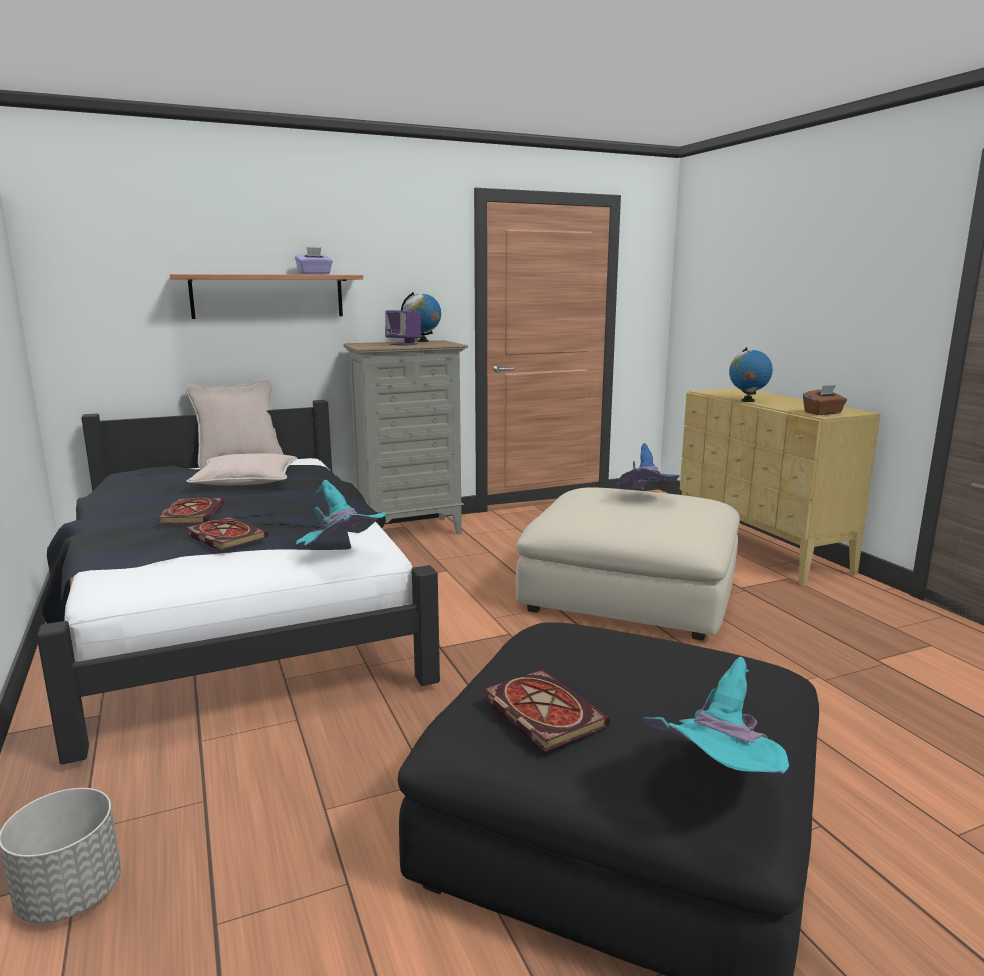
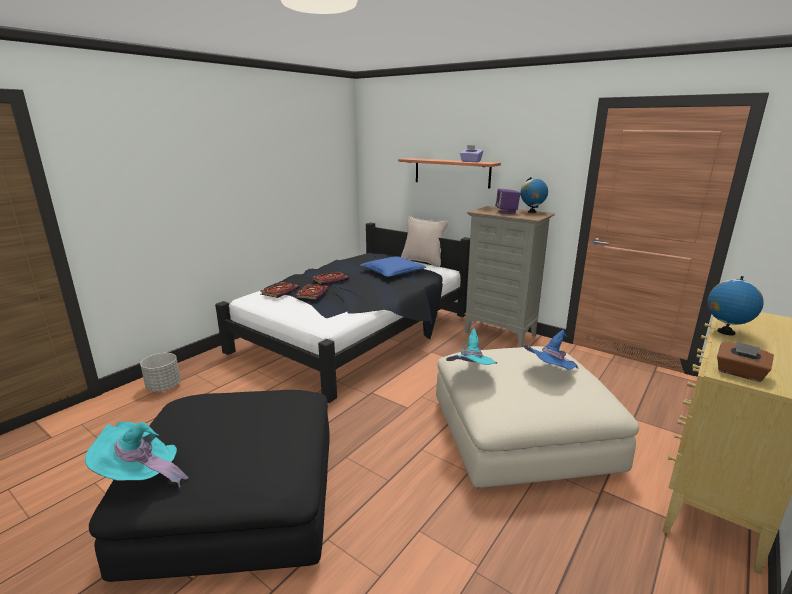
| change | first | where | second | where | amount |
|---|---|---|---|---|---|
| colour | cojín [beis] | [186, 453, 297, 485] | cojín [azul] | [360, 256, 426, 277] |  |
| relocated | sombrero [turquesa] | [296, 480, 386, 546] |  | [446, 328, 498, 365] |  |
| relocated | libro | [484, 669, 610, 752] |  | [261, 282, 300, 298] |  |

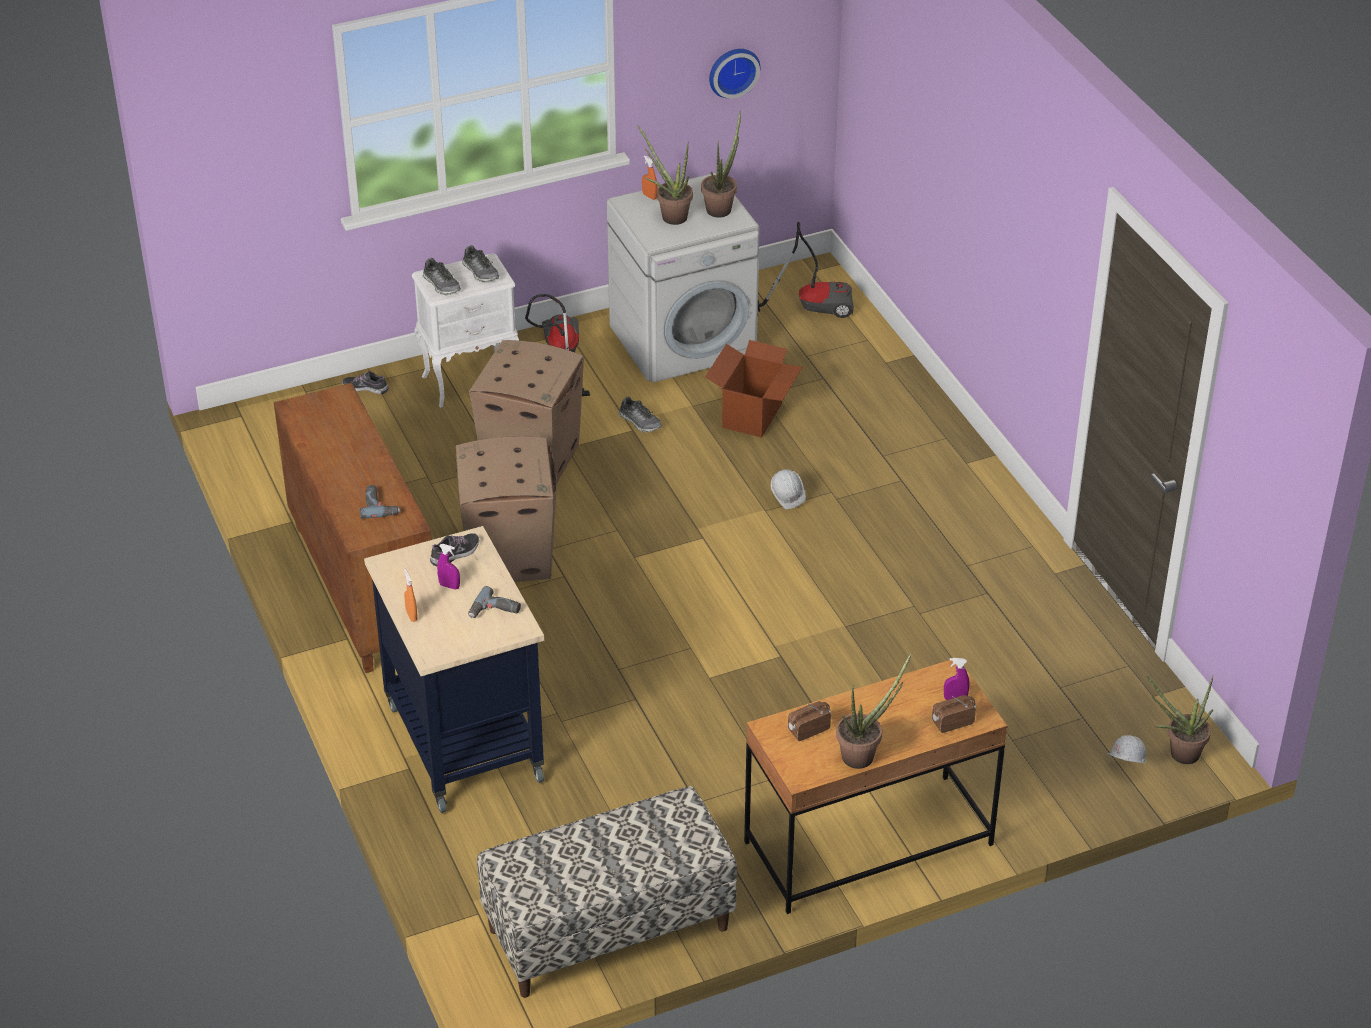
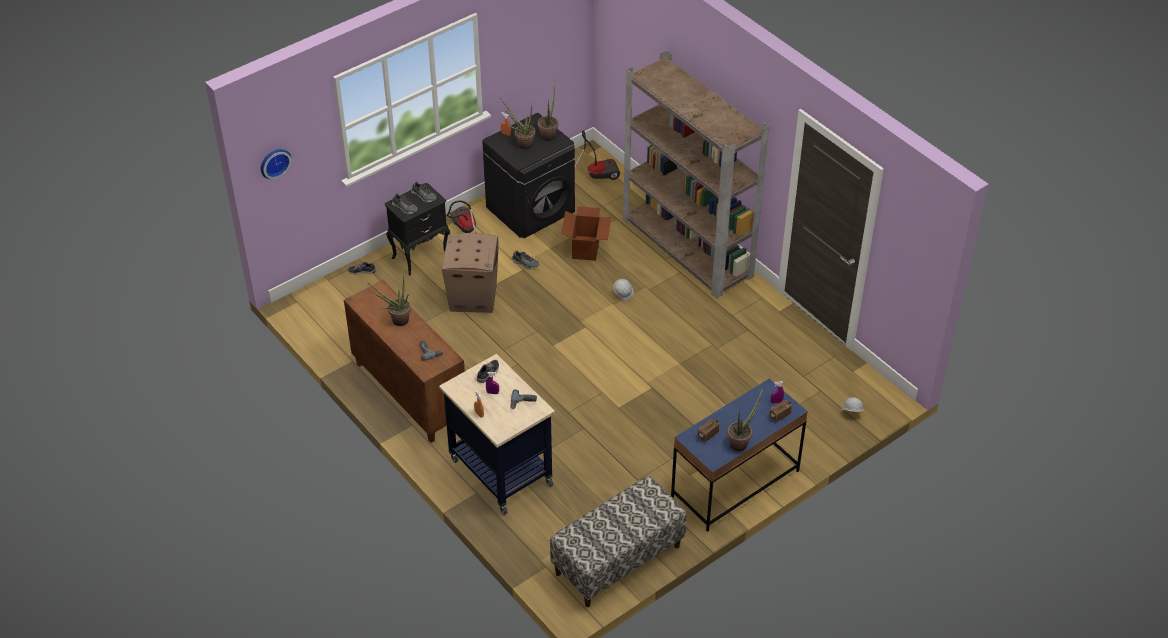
| change | first | where | second | where | amount |
|---|---|---|---|---|---|
| colour | mesita de noche [blanco] | [412, 254, 519, 408] | mesita de noche [negro] | [385, 183, 450, 276] |  |
| missing | caja de cartón | [456, 436, 557, 582] |  |  |  |
| colour | lavadora [blanco] | [607, 173, 760, 383] | lavadora [negro] | [482, 113, 575, 238] |  |
| relocated | reloj de pared | [709, 49, 760, 98] |  | [261, 149, 292, 179] |  |
| colour | escritorio [marrón] | [744, 660, 1007, 914] | escritorio [azul] | [671, 379, 808, 532] |  |
| relocated | planta en maceta | [1147, 675, 1213, 764] |  | [368, 276, 411, 326] |  |
| appeared |  |  | estantería [marrón] | [623, 50, 769, 298] |  |

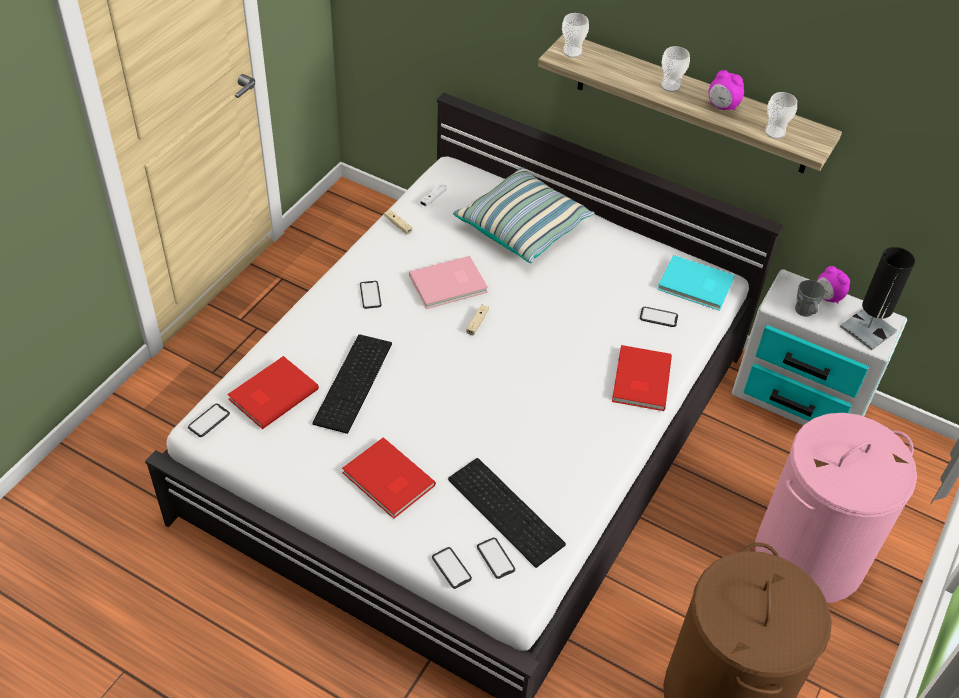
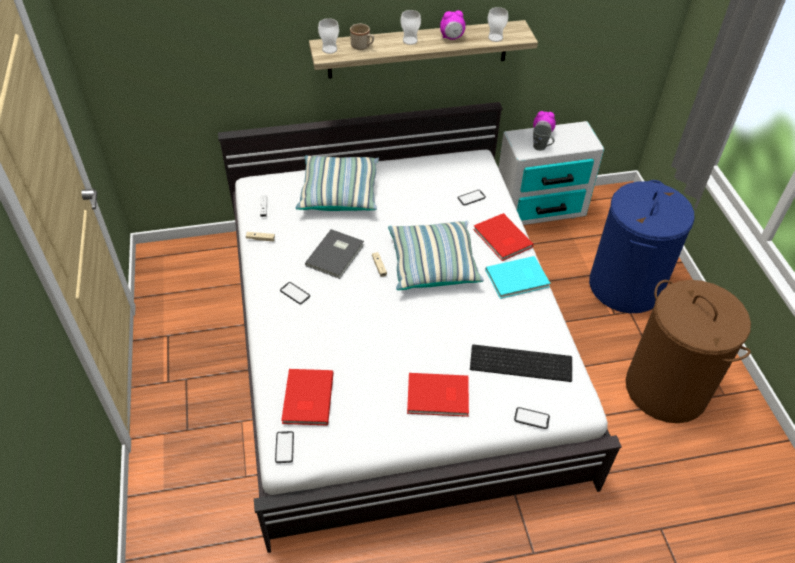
| change | first | where | second | where | amount |
|---|---|---|---|---|---|
| missing | teclado | [312, 334, 392, 434] |  |  |  |
| colour | libro [rosa] | [409, 256, 488, 309] | libro [gris] | [305, 229, 364, 279] |  |
| missing | móvil | [477, 537, 515, 579] |  |  |  |
| relocated | libro [turquesa] | [657, 255, 735, 311] |  | [486, 256, 551, 299] |  |
| colour | cesto de la ropa [rosa] | [755, 413, 917, 603] | cesto de la ropa [azul] | [589, 180, 695, 313] |  |
| missing | lámpara de mesa [negro] | [840, 247, 915, 350] |  |  |  |
| appeared |  |  | taza grande [beis] | [350, 24, 374, 50] |  |
| appeared |  |  | cojín | [388, 221, 484, 290] |  |

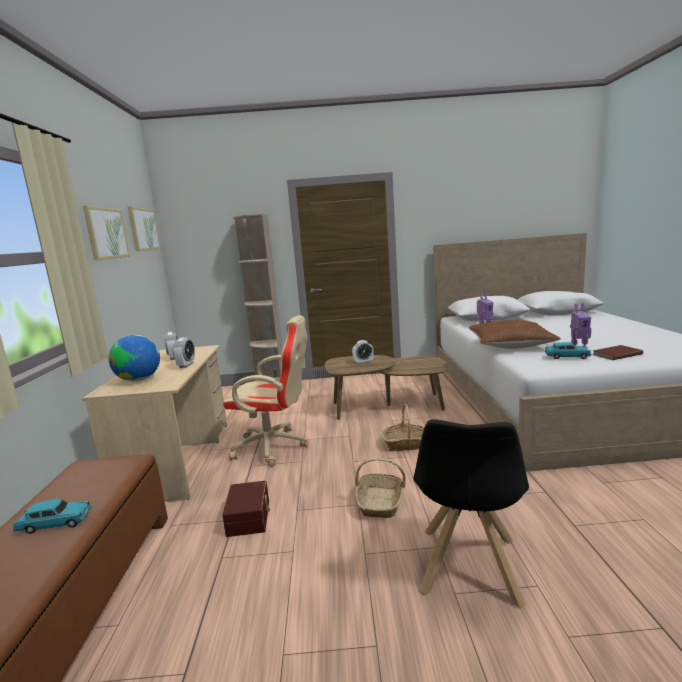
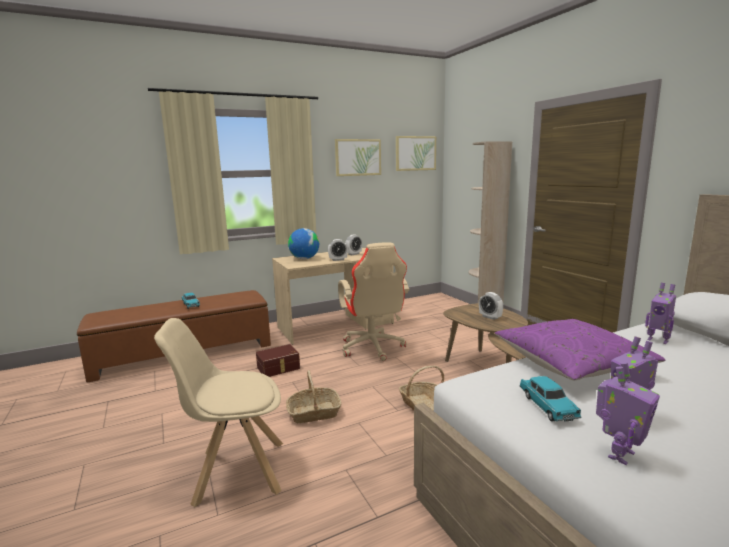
| change | first | where | second | where | amount |
|---|---|---|---|---|---|
| colour | silla [negro] | [413, 419, 529, 608] | silla [beis] | [154, 318, 283, 507] |  |
| colour | cojín [marrón] | [469, 320, 561, 349] | cojín [morado] | [495, 319, 665, 380] |  |
| exchanged | libro [marrón] | [592, 345, 643, 360] | robot de juguete | [596, 362, 660, 465] |  |

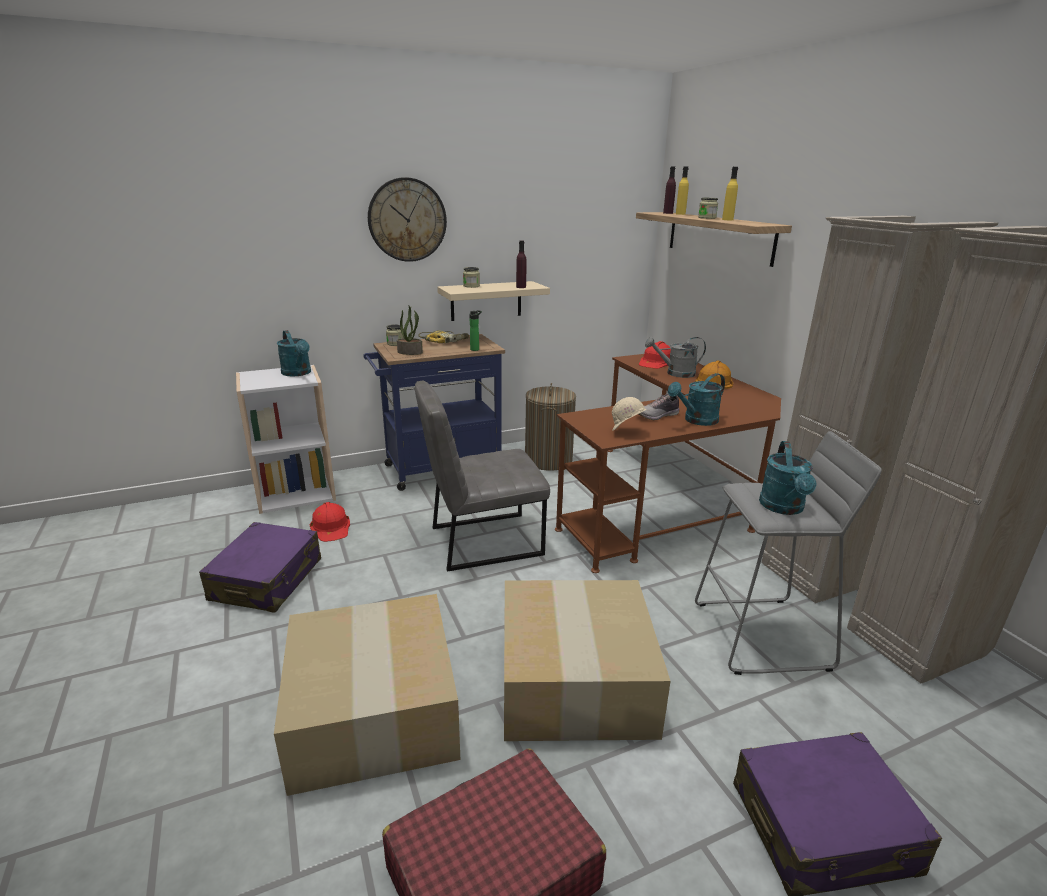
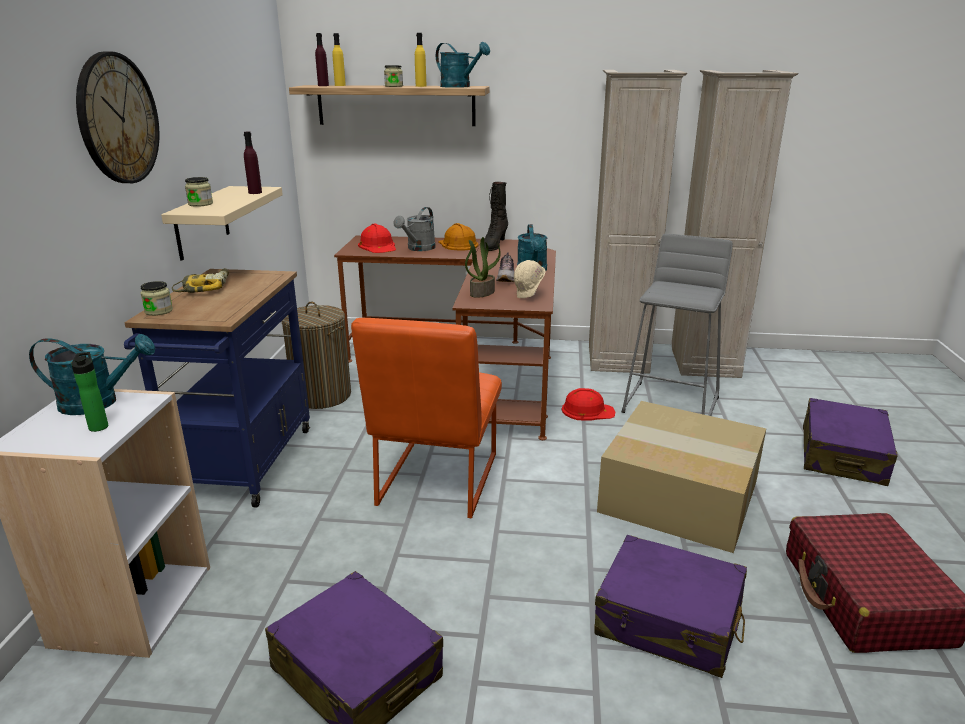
| change | first | where | second | where | amount |
|---|---|---|---|---|---|
| exchanged | caja de cartón | [274, 594, 460, 796] | maleta [morado] | [594, 535, 747, 678] |  |
| relocated | casco [rojo] | [310, 502, 350, 542] |  | [562, 388, 615, 421] |  |
| relocated | planta en maceta | [397, 305, 423, 355] |  | [465, 237, 501, 298] |  |
| colour | silla [gris] | [415, 380, 550, 572] | silla [naranja] | [351, 318, 502, 518] |  |
| relocated | botella | [469, 310, 482, 351] |  | [71, 352, 108, 432] |  |
| relocated | regadera [turquesa] | [759, 441, 817, 515] |  | [436, 42, 490, 88] |  |
| appeared |  |  | bota [negro] | [484, 182, 508, 251] |  |

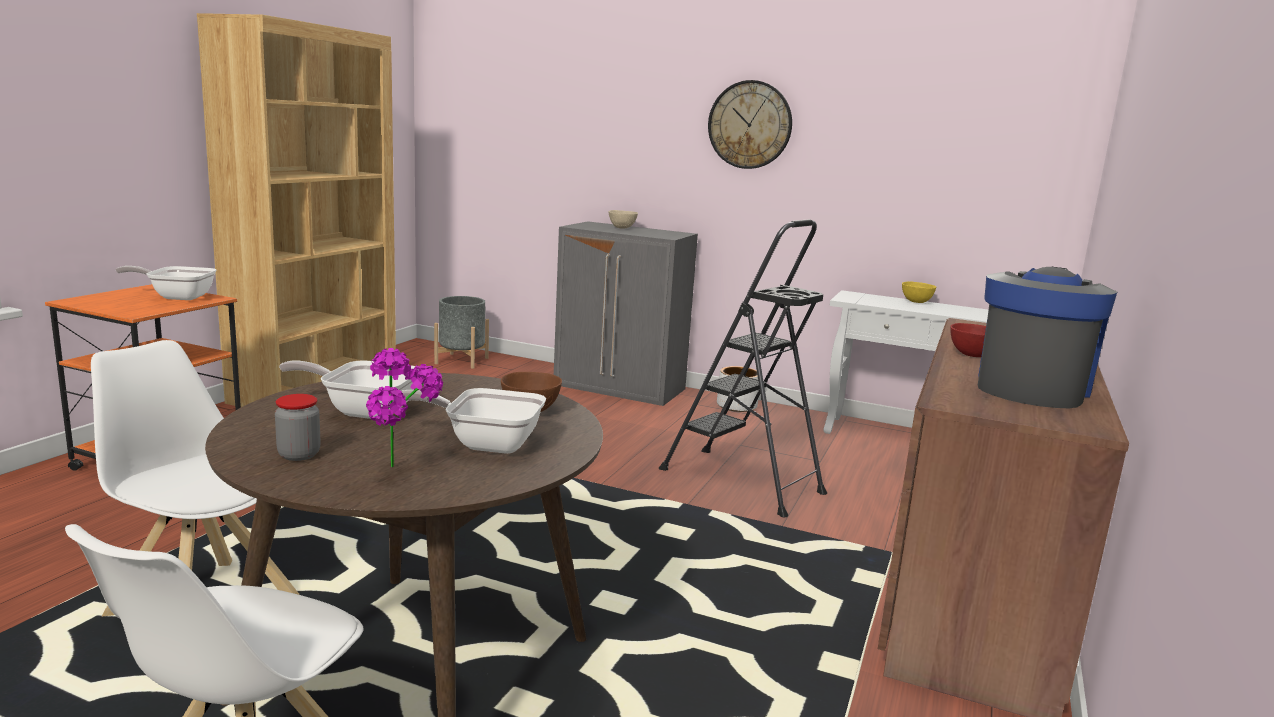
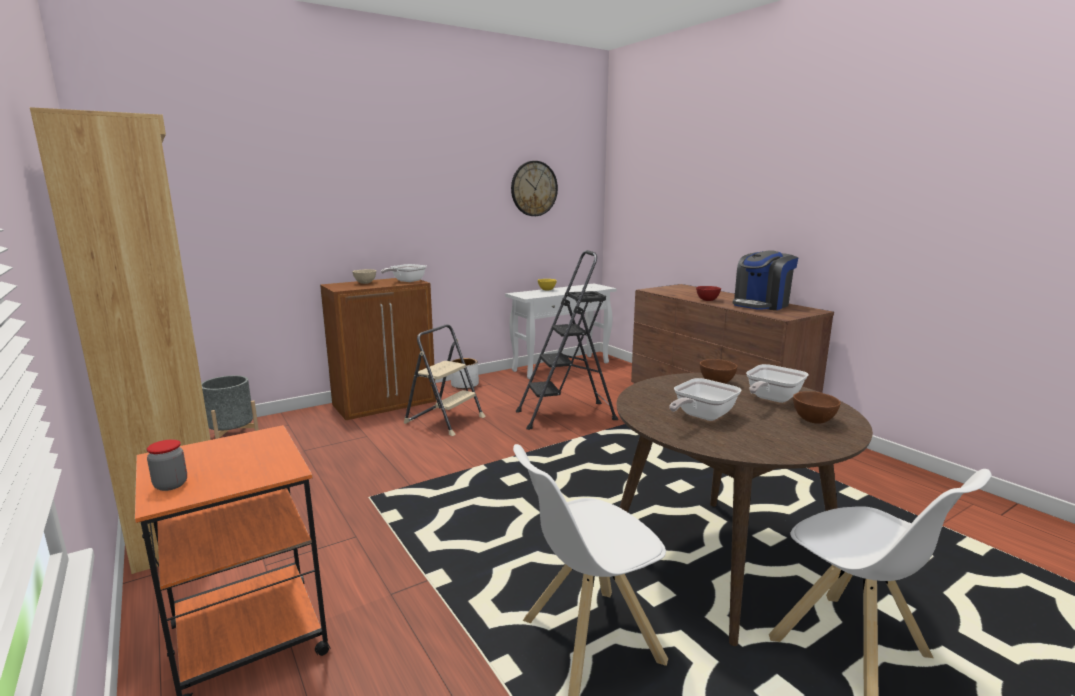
| change | first | where | second | where | amount |
|---|---|---|---|---|---|
| relocated | sartén | [116, 266, 216, 300] |  | [381, 264, 427, 282] |  |
| relocated | tarro | [275, 394, 321, 461] |  | [146, 439, 187, 491] |  |
| exchanged | planta en maceta | [366, 348, 443, 467] | cuenco [marrón] | [793, 391, 841, 424] |  |
| colour | armario [gris] | [554, 221, 698, 406] | armario [marrón] | [320, 278, 436, 420] |  |
| relocated | reloj de pared | [708, 80, 792, 169] |  | [511, 161, 558, 216] |  |
| spun | cafetera | [978, 266, 1117, 408] |  | [732, 250, 798, 310] | 105 degrees counterclockwise |
| appeared |  |  | escalera de tijera [beis] | [404, 325, 486, 436] |  |

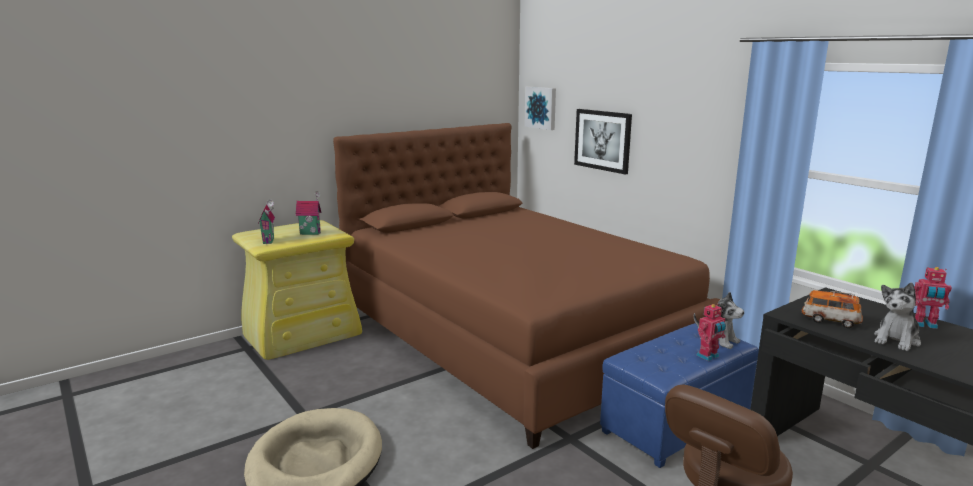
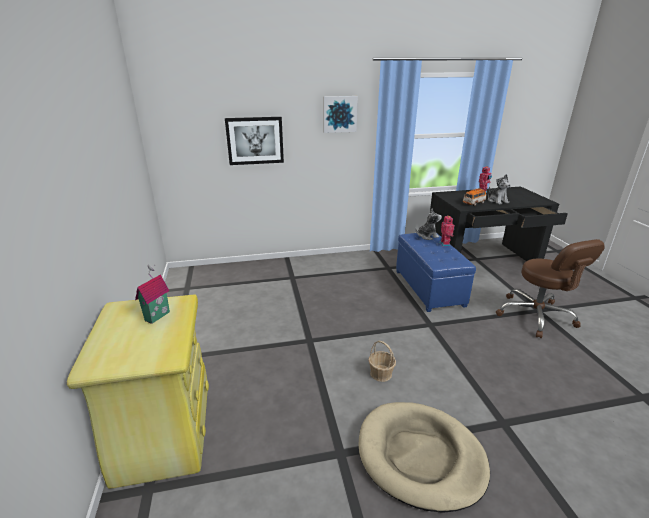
| change | first | where | second | where | amount |
|---|---|---|---|---|---|
| missing | casita | [258, 200, 275, 244] |  |  |  |
| missing | cama [marrón] | [333, 123, 720, 449] |  |  |  |
| relocated | cuadro | [525, 87, 556, 130] |  | [323, 96, 358, 133] |  |
| appeared |  |  | cesta | [368, 340, 396, 382] |  |

